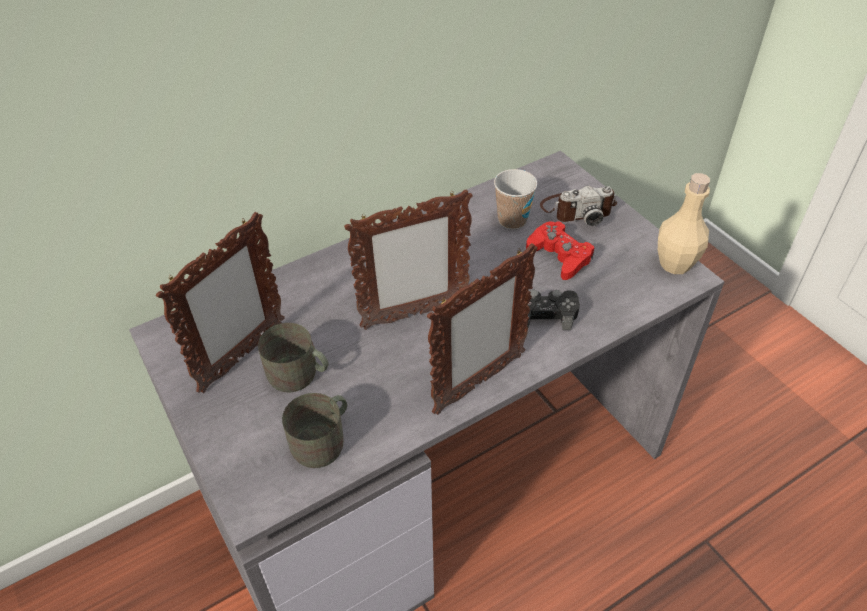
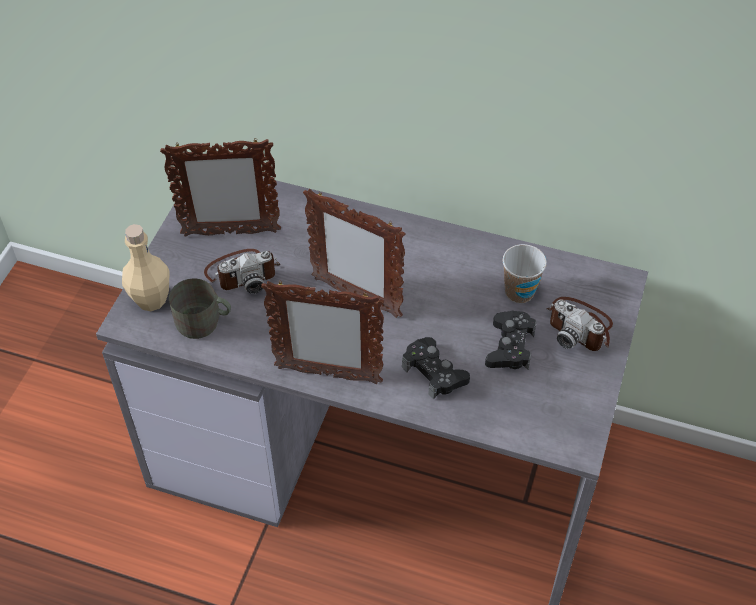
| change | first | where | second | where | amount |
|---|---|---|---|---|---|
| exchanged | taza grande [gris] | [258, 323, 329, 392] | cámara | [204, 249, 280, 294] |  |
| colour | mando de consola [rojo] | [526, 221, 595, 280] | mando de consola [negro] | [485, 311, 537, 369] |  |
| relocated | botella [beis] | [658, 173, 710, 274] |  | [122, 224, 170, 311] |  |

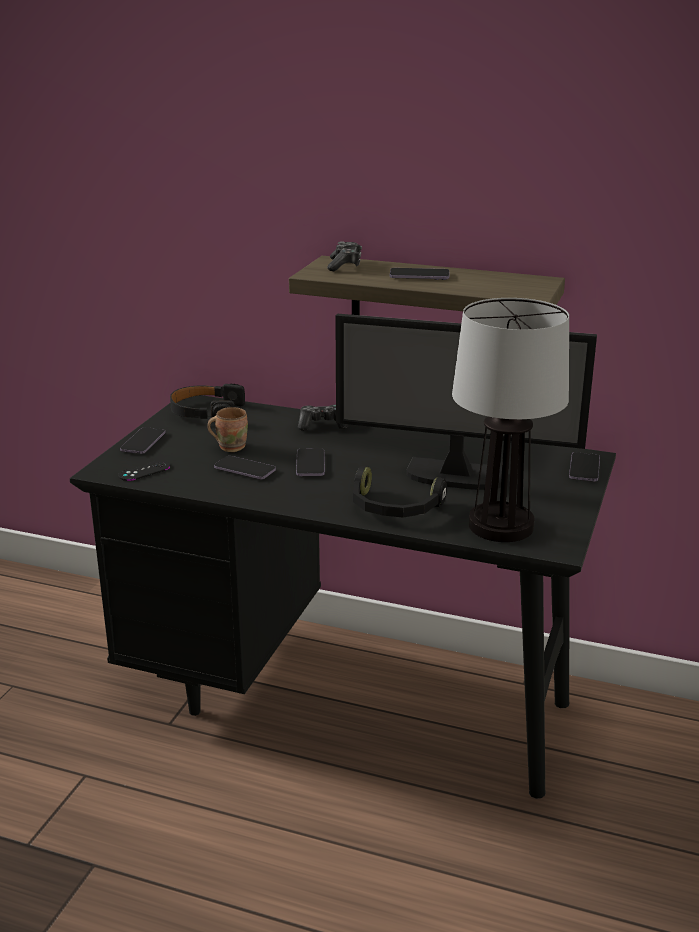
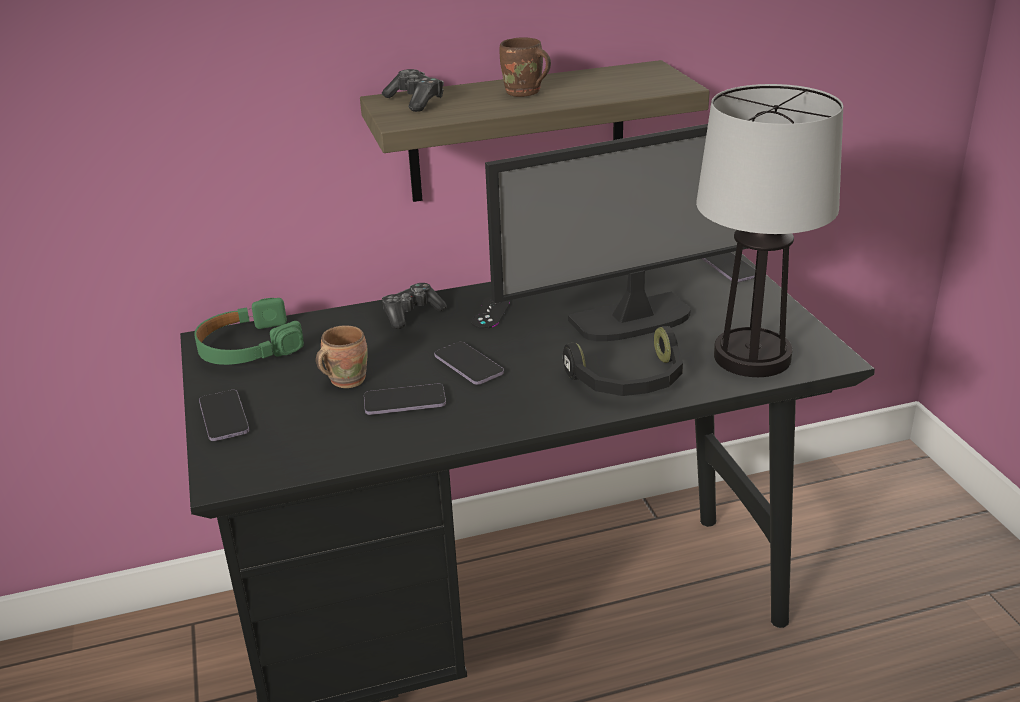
| change | first | where | second | where | amount |
|---|---|---|---|---|---|
| relocated | mando de consola [negro] | [118, 460, 170, 481] |  | [471, 296, 510, 329] |  |
| colour | auriculares [negro] | [170, 384, 245, 419] | auriculares [verde] | [194, 298, 304, 365] |  |
| exchanged | móvil | [390, 268, 449, 280] | taza grande [marrón] | [499, 37, 551, 97] |  |

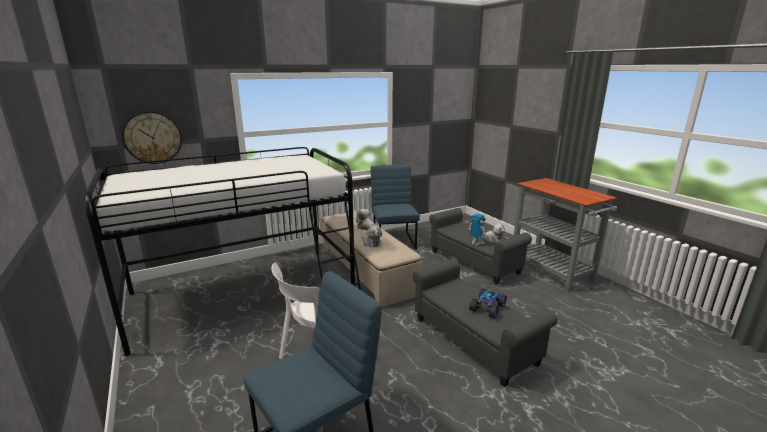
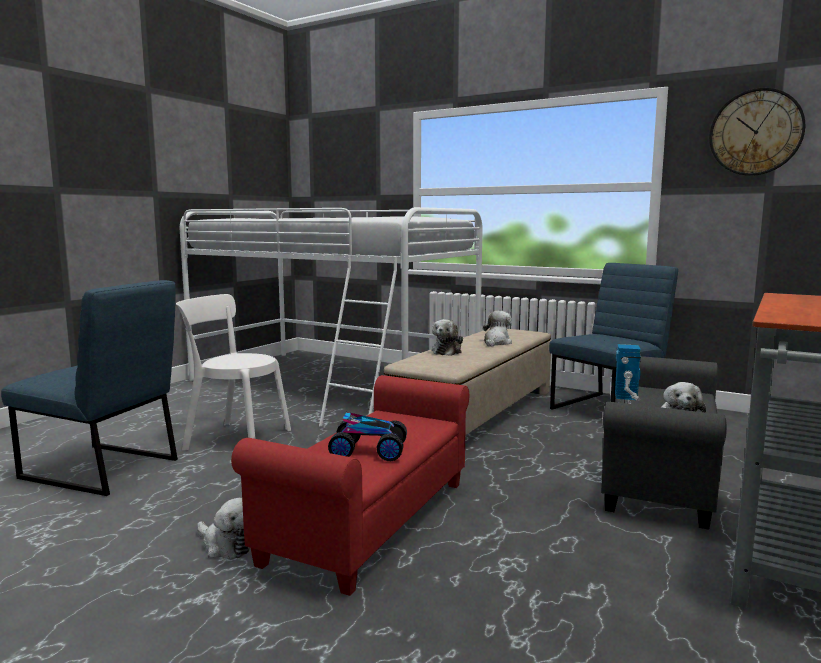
| change | first | where | second | where | amount |
|---|---|---|---|---|---|
| colour | cama [negro] | [84, 147, 361, 356] | cama [blanco] | [180, 207, 483, 427] |  |
| relocated | reloj de pared | [122, 111, 182, 164] |  | [709, 88, 805, 176] |  |
| colour | puf [gris] | [413, 259, 558, 387] | puf [rojo] | [231, 375, 469, 596] |  |
| appeared |  |  | peluche | [197, 498, 251, 559] |  |

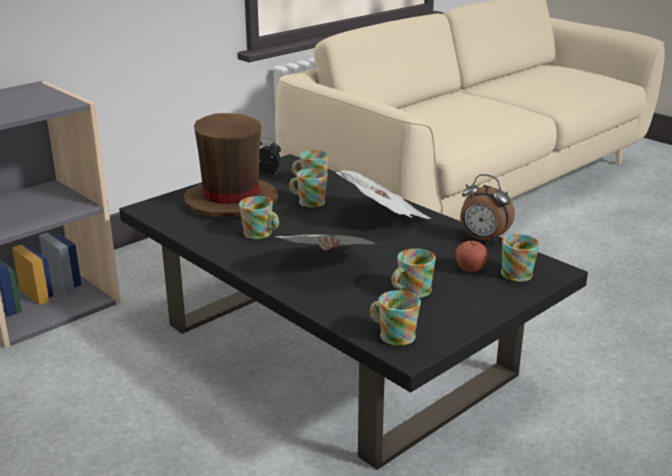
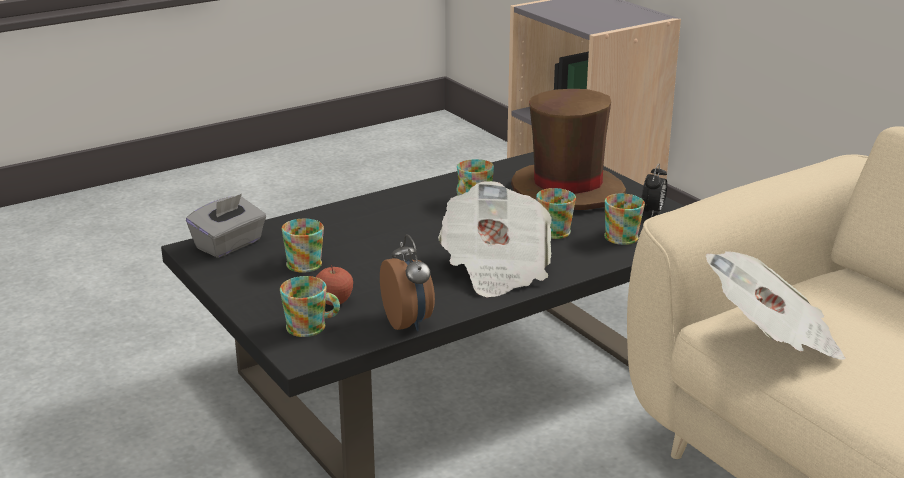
| change | first | where | second | where | amount |
|---|---|---|---|---|---|
| relocated | periódico | [275, 234, 376, 250] |  | [706, 251, 846, 360] |  |
| exchanged | taza grande | [370, 290, 421, 346] | caja de pañuelos [gris] | [186, 194, 266, 258] |  |
| spun | despertador | [460, 174, 515, 243] |  | [380, 234, 435, 331] | 120 degrees clockwise |

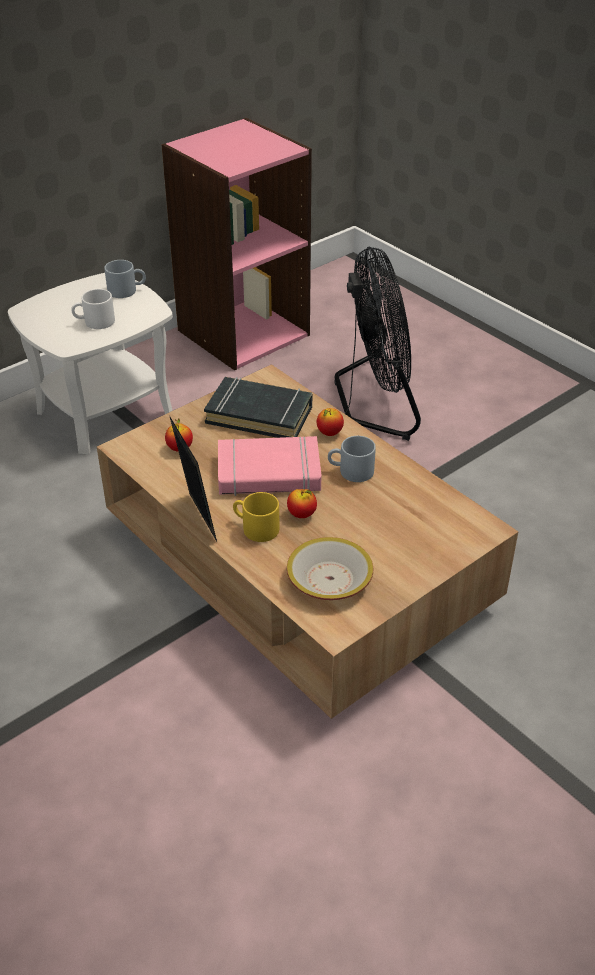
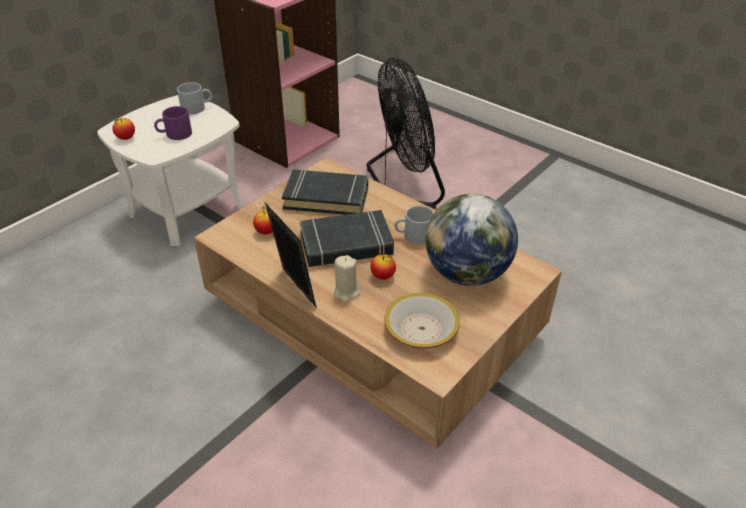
| change | first | where | second | where | amount |
|---|---|---|---|---|---|
| colour | taza grande [blanco] | [71, 289, 115, 329] | taza grande [morado] | [154, 106, 192, 140] |  |
| colour | libro [rosa] | [218, 436, 321, 496] | libro [negro] | [300, 210, 394, 267] |  |
| exchanged | taza grande [amarillo] | [233, 492, 280, 542] | vela [beis] | [334, 255, 360, 303] |  |
| relocated | manzana | [317, 408, 344, 436] |  | [112, 118, 135, 140] |  |
| appeared |  |  | globo terráqueo | [426, 194, 518, 286] |  |

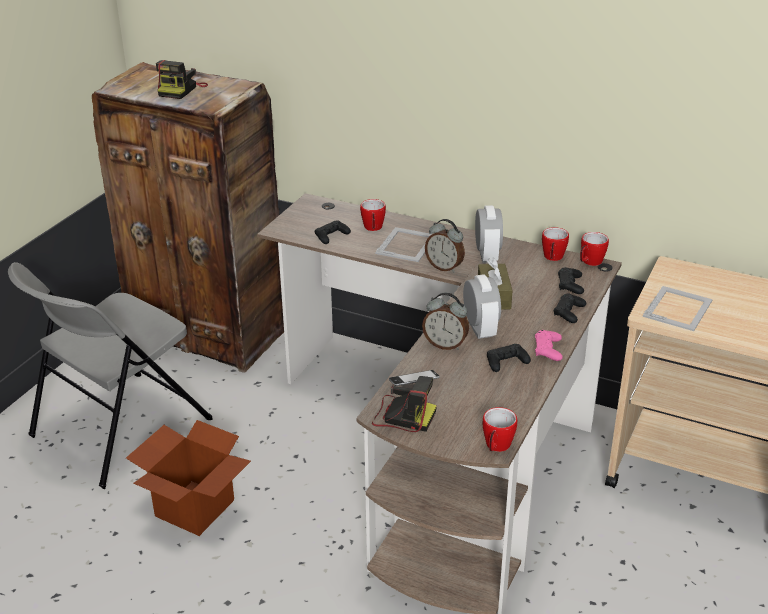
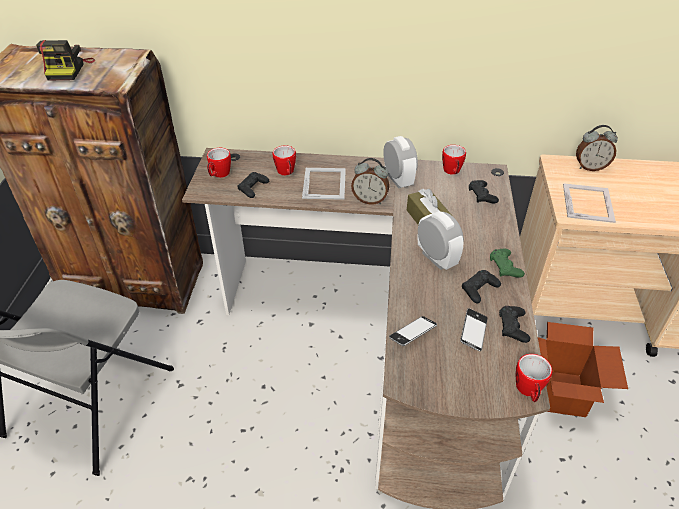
| change | first | where | second | where | amount |
|---|---|---|---|---|---|
| relocated | caja de cartón | [126, 420, 251, 536] |  | [538, 322, 628, 417] |  |
| missing | cámara | [372, 376, 437, 432] |  |  |  |
| relocated | despertador | [422, 293, 469, 350] |  | [576, 125, 618, 171] |  |
| colour | mando de consola [rosa] | [535, 330, 563, 361] | mando de consola [verde] | [490, 249, 525, 278] |  |
| relocated | mando de consola [negro] | [554, 293, 586, 323] |  | [499, 306, 530, 343] |  |
| relocated | taza grande | [580, 232, 609, 266] |  | [207, 148, 231, 178] |  |
| appeared |  |  | móvil | [460, 308, 488, 351] |  |

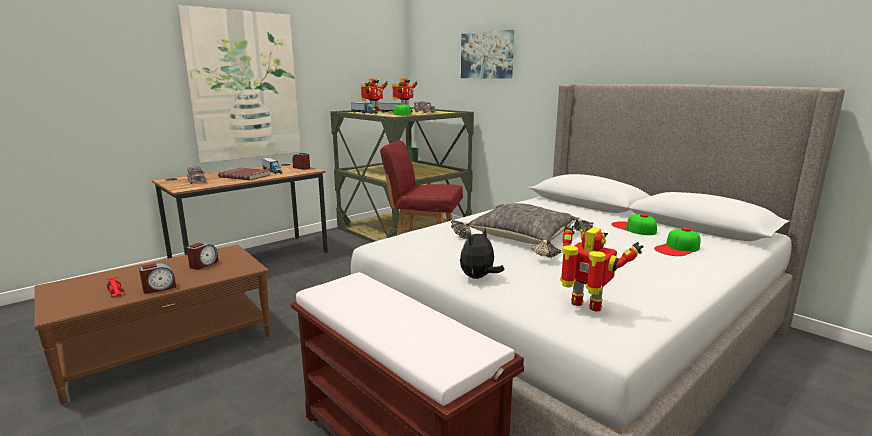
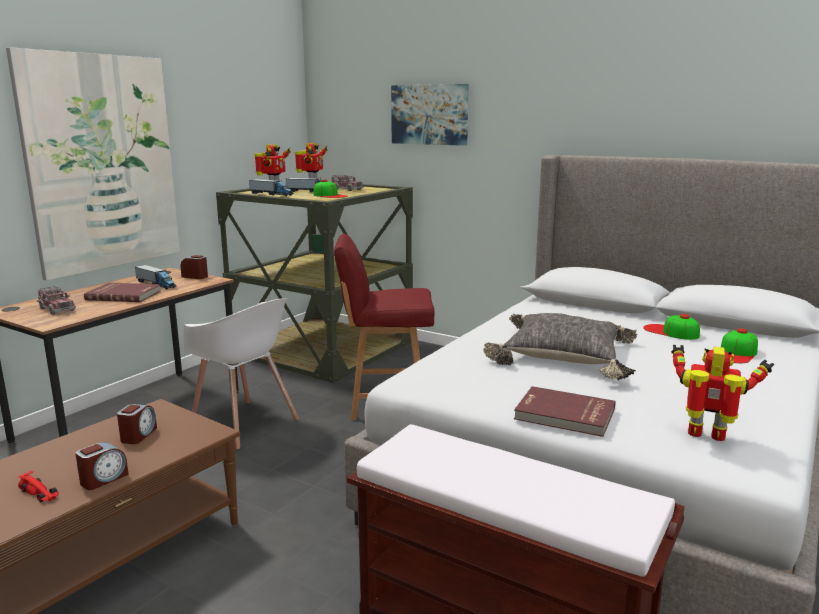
| change | first | where | second | where | amount |
|---|---|---|---|---|---|
| exchanged | peluche | [460, 228, 505, 279] | libro [rojo] | [514, 386, 615, 437] |  |
| appeared |  |  | silla [blanco] | [184, 299, 299, 449] |  |

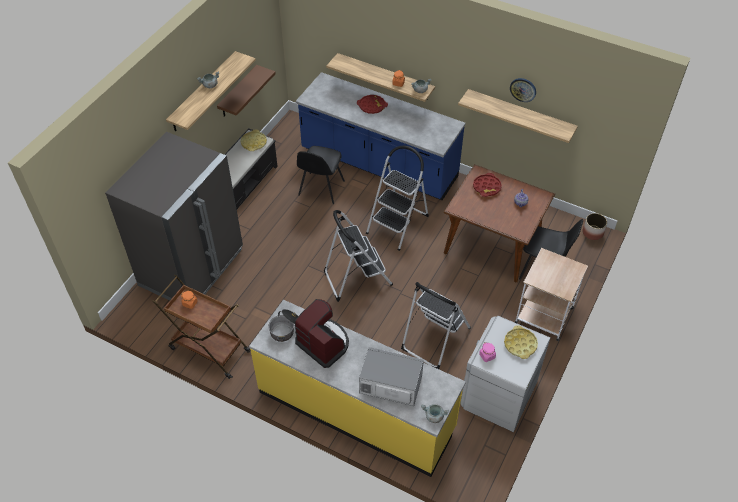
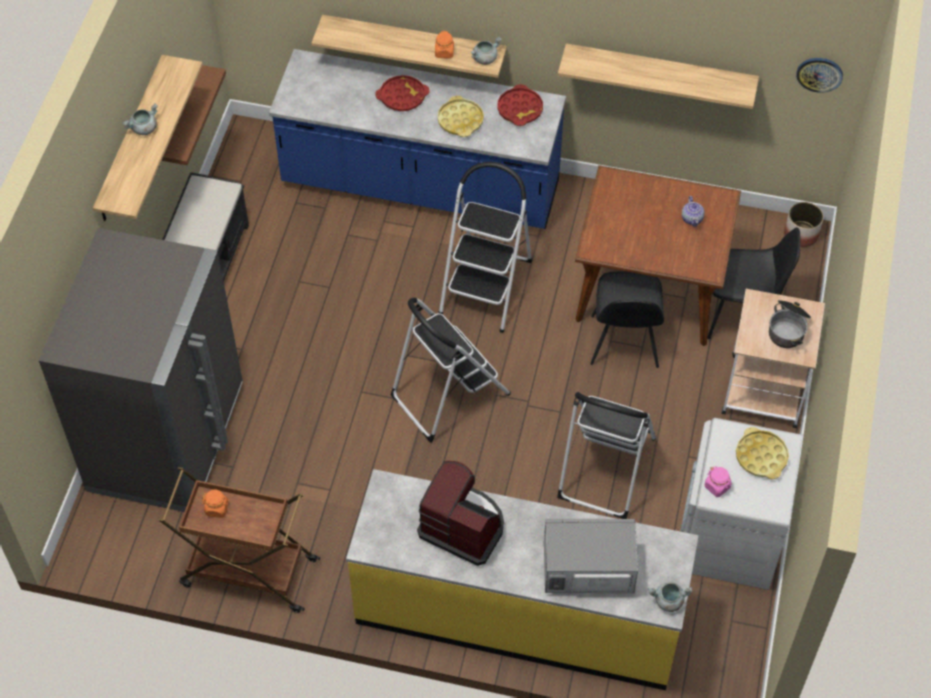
| change | first | where | second | where | amount |
|---|---|---|---|---|---|
| relocated | bandeja [amarillo] | [241, 130, 267, 151] |  | [437, 96, 484, 137] |  |
| relocated | olla | [268, 309, 298, 342] |  | [769, 300, 811, 348] |  |
| relocated | silla [negro] | [297, 146, 345, 204] |  | [590, 272, 664, 368] |  |
| relocated | bandeja [rojo] | [473, 173, 502, 197] |  | [497, 84, 543, 126] |  |
| relocated | reloj de pared | [510, 78, 536, 102] |  | [796, 58, 843, 93] |  |

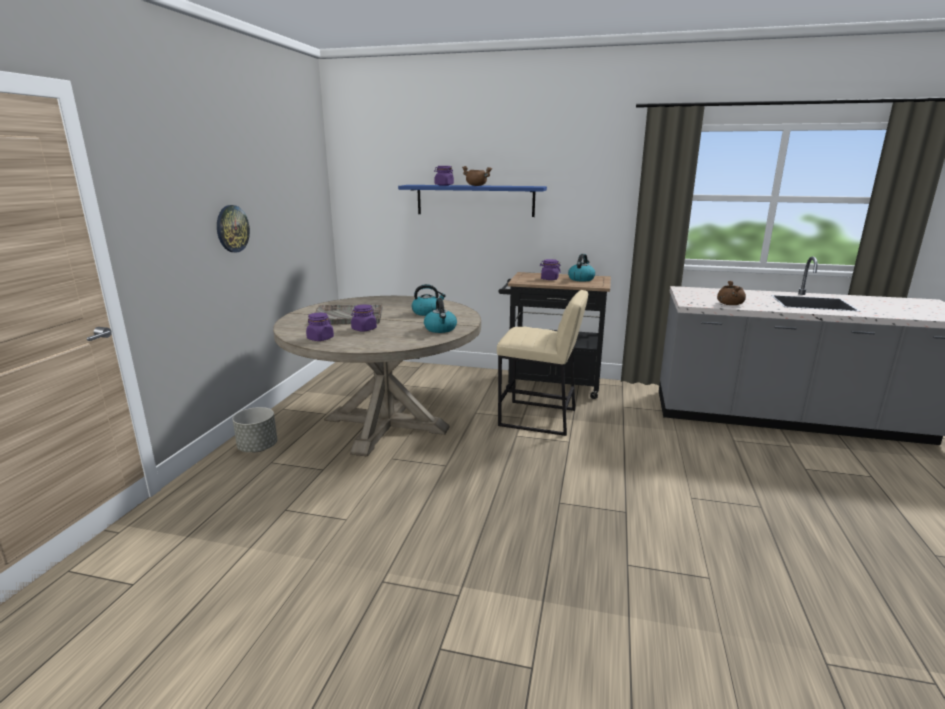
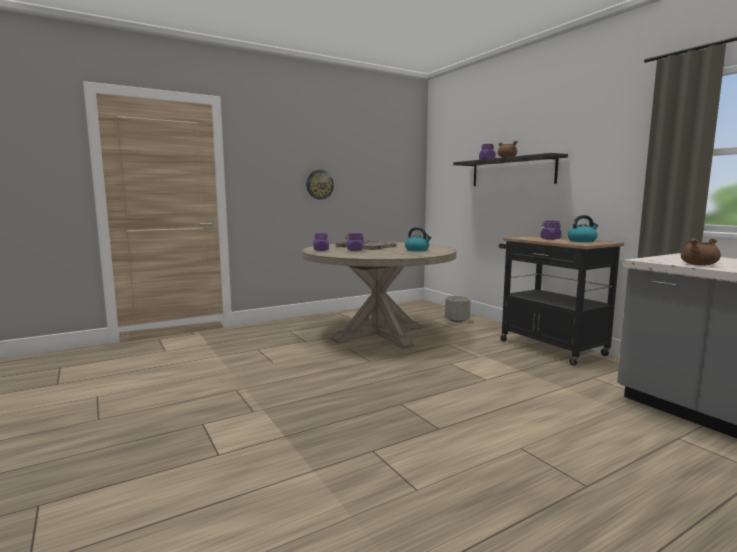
| change | first | where | second | where | amount |
|---|---|---|---|---|---|
| relocated | maceta [gris] | [233, 407, 277, 452] |  | [445, 296, 471, 322] |  |
| colour | estante [azul] | [398, 185, 547, 217] | estante [negro] | [453, 153, 568, 186] |  |
| missing | hervidor | [424, 298, 457, 333] |  |  |  |
| missing | silla [beis] | [497, 290, 588, 436] |  |  |  |

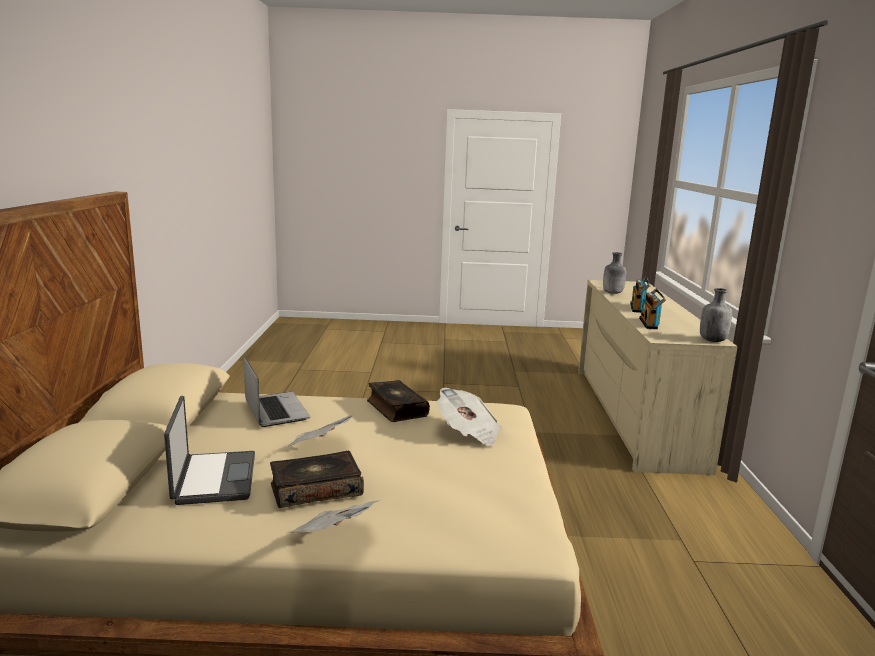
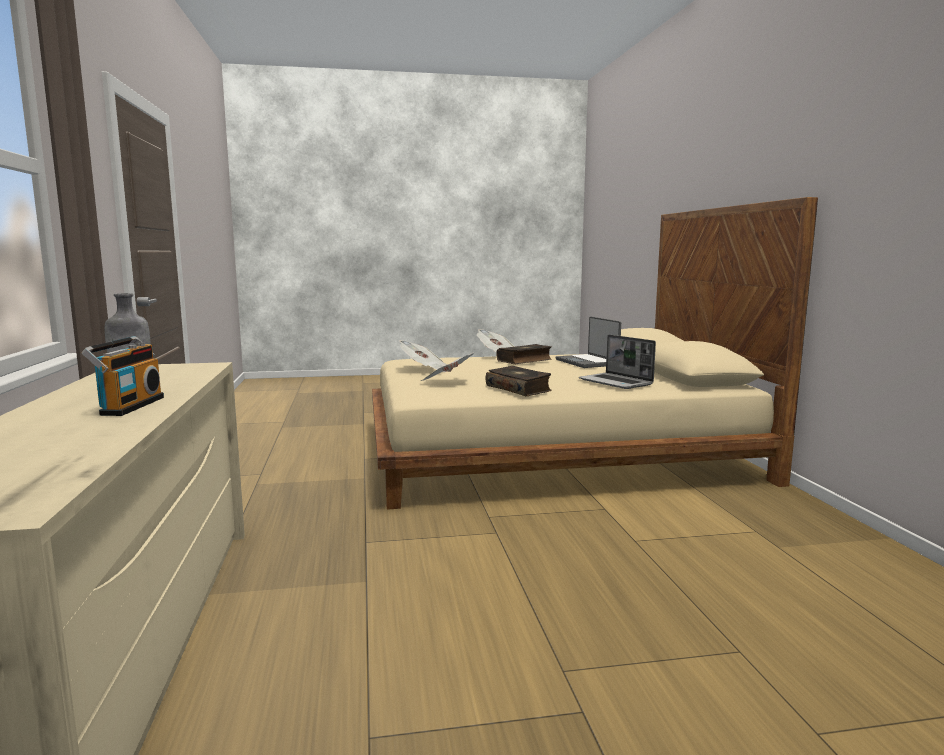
| change | first | where | second | where | amount |
|---|---|---|---|---|---|
| relocated | periódico | [287, 413, 355, 447] |  | [400, 340, 447, 372] |  |
| missing | botella [gris] | [603, 252, 626, 294] |  |  |  |
| missing | radio | [639, 289, 667, 329] |  |  |  |

